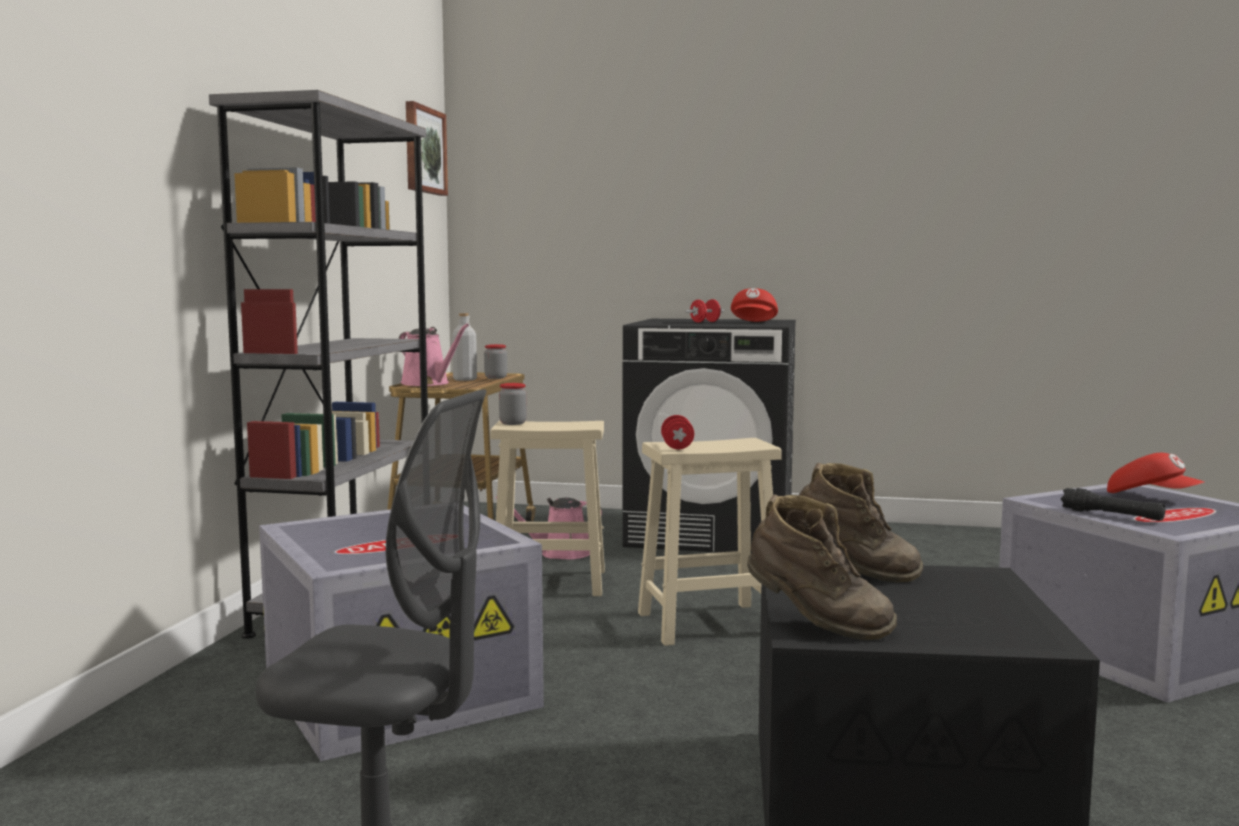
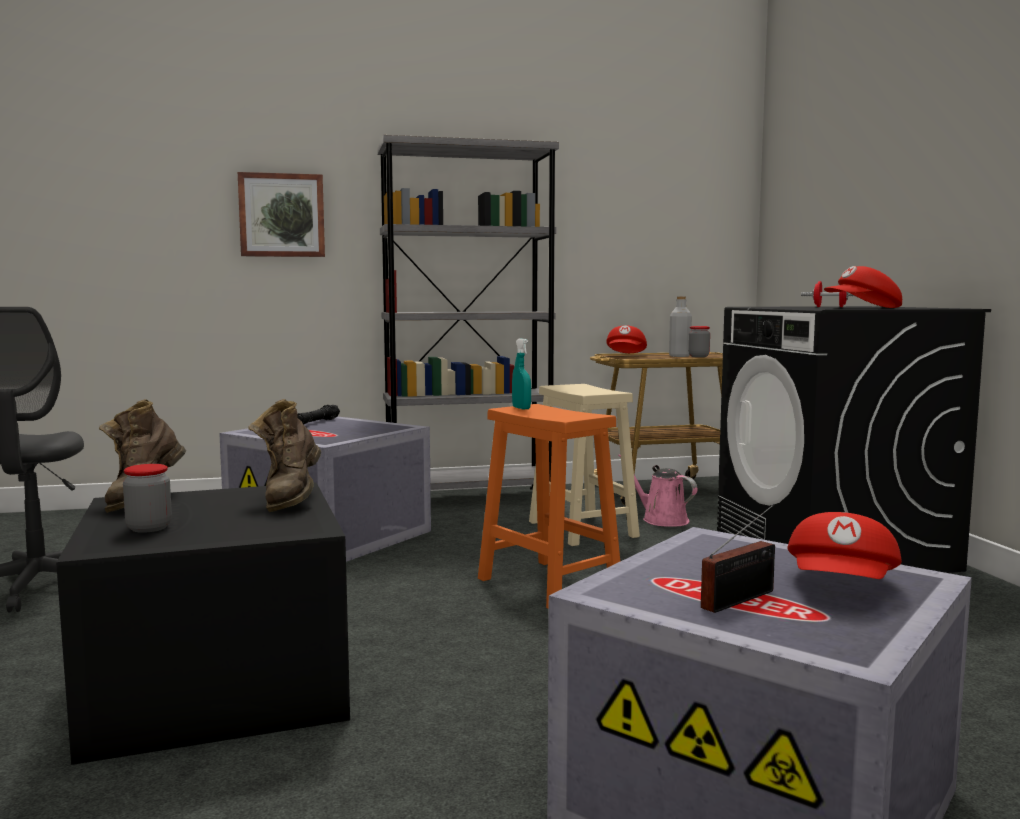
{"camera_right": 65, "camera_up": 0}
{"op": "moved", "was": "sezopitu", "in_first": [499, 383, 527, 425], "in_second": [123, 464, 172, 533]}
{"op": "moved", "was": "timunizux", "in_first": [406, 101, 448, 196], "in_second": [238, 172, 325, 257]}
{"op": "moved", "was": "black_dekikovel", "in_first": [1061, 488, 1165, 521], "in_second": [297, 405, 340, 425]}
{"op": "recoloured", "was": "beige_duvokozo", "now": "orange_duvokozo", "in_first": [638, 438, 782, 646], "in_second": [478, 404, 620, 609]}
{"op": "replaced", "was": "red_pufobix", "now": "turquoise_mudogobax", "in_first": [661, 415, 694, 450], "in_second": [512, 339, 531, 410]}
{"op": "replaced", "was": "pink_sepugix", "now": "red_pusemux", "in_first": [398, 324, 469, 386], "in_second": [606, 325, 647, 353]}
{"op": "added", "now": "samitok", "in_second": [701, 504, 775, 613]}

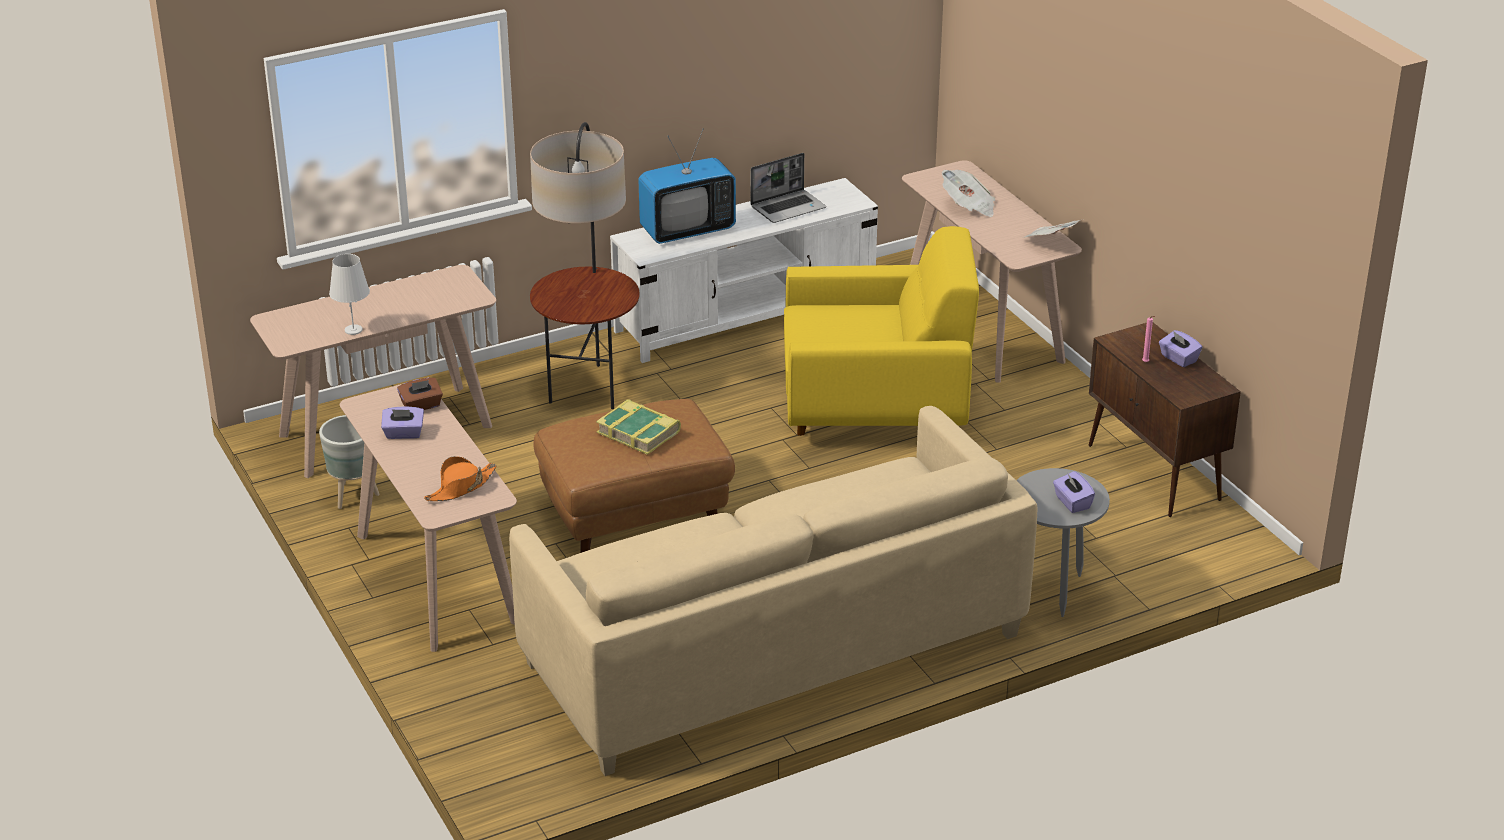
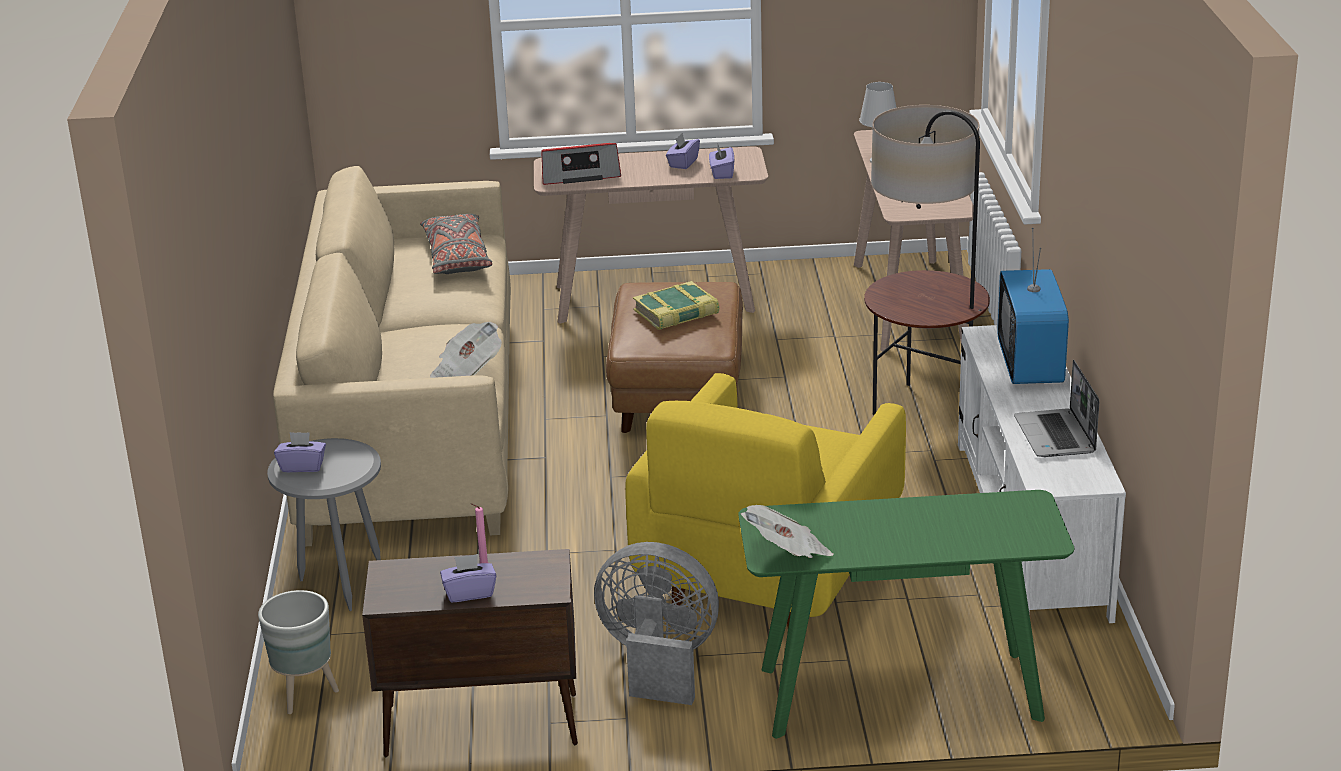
{"camera_right": 115, "camera_up": -5}
{"op": "moved", "was": "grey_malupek", "in_first": [319, 415, 380, 509], "in_second": [258, 590, 339, 714]}
{"op": "added", "now": "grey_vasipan", "in_second": [420, 214, 492, 274]}
{"op": "moved", "was": "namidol", "in_first": [942, 170, 995, 217], "in_second": [430, 322, 502, 378]}
{"op": "replaced", "was": "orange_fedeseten", "now": "samitok", "in_first": [424, 456, 497, 501], "in_second": [541, 143, 621, 185]}
{"op": "added", "now": "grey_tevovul", "in_second": [594, 542, 719, 705]}
{"op": "recoloured", "was": "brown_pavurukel", "now": "purple_pavurukel", "in_first": [397, 378, 443, 410], "in_second": [709, 145, 734, 179]}
{"op": "recoloured", "was": "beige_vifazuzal", "now": "green_vifazuzal", "in_first": [902, 160, 1082, 383], "in_second": [738, 490, 1074, 739]}

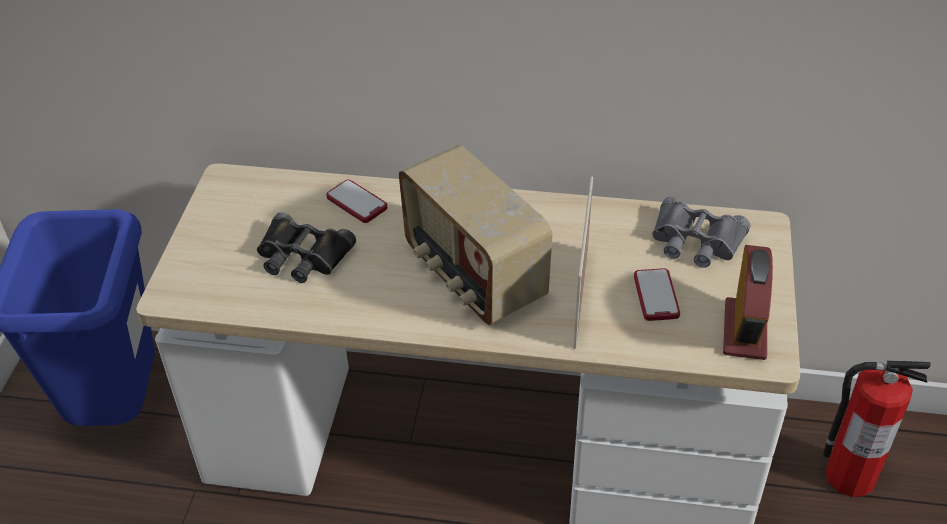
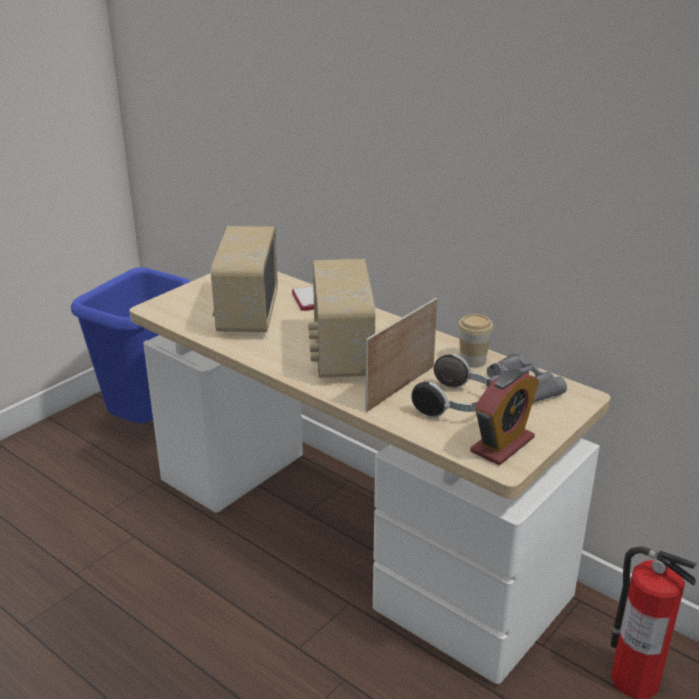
{"camera_right": 30, "camera_up": -15}
{"op": "replaced", "was": "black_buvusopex", "now": "samitok", "in_first": [257, 212, 356, 283], "in_second": [211, 226, 278, 333]}
{"op": "replaced", "was": "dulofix", "now": "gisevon", "in_first": [634, 268, 680, 321], "in_second": [411, 353, 493, 418]}
{"op": "added", "now": "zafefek", "in_second": [458, 314, 493, 368]}

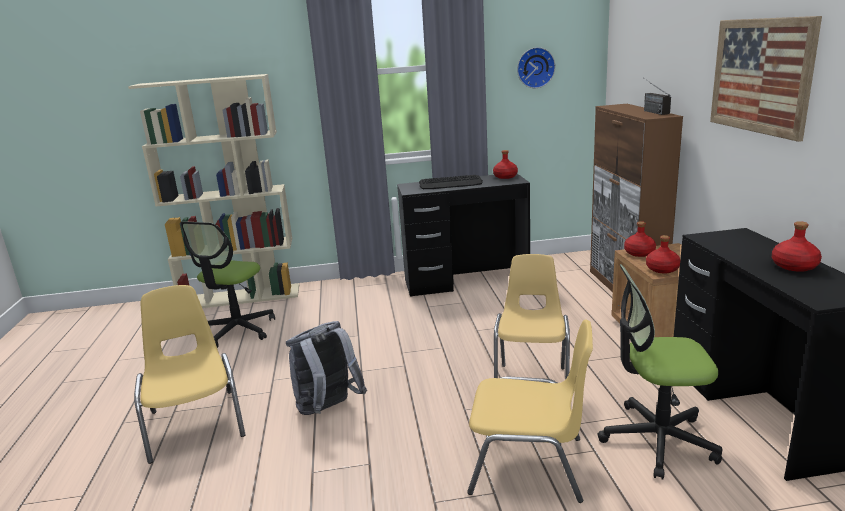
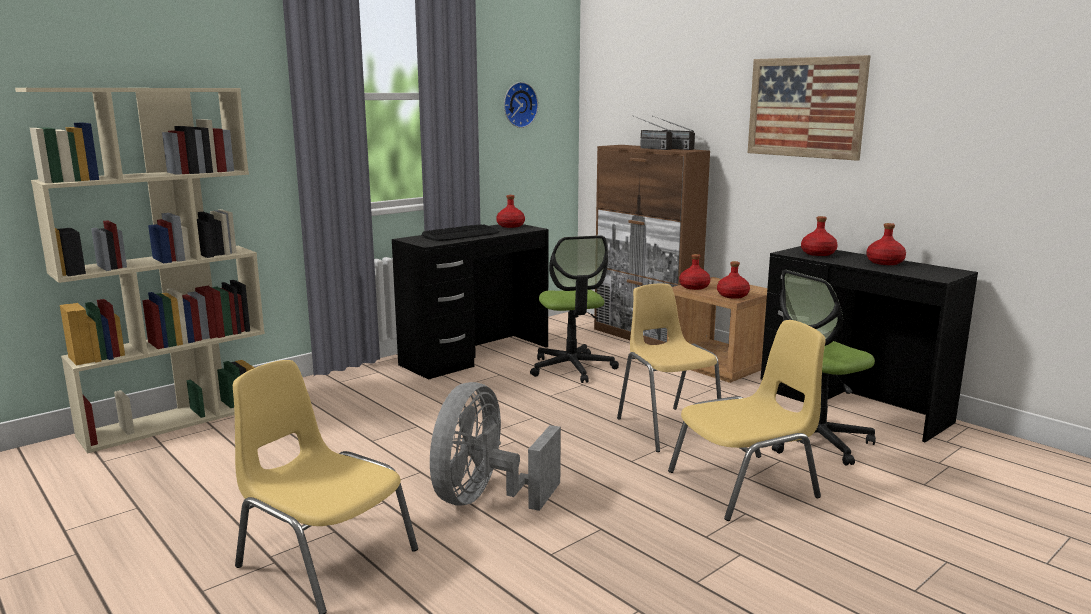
{"camera_right": -35, "camera_up": -5}
{"op": "replaced", "was": "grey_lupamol", "now": "grey_tevovul", "in_first": [286, 321, 367, 415], "in_second": [430, 382, 561, 511]}
{"op": "moved", "was": "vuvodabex", "in_first": [180, 221, 275, 348], "in_second": [530, 235, 619, 383]}
{"op": "added", "now": "samitok", "in_second": [634, 116, 673, 150]}
{"op": "added", "now": "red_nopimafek", "in_second": [801, 216, 838, 256]}

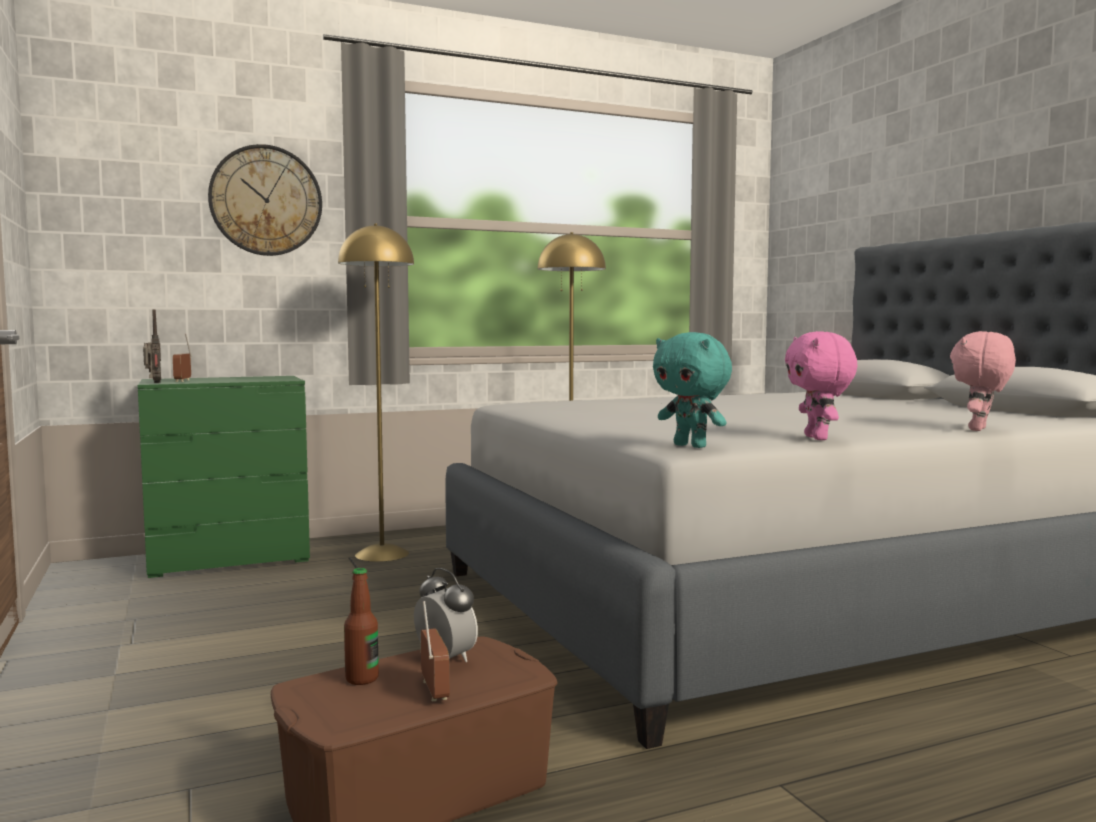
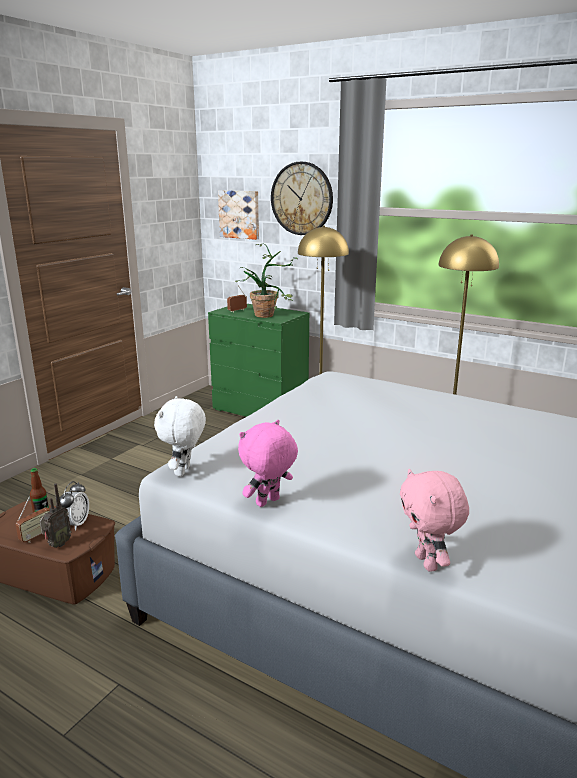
{"camera_right": 55, "camera_up": 15}
{"op": "moved", "was": "samitok", "in_first": [143, 309, 161, 383], "in_second": [40, 484, 71, 548]}
{"op": "recoloured", "was": "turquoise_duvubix", "now": "white_duvubix", "in_first": [653, 332, 732, 448], "in_second": [154, 396, 206, 477]}
{"op": "added", "now": "timunizux", "in_second": [218, 190, 259, 240]}
{"op": "added", "now": "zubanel", "in_second": [235, 243, 299, 318]}
{"op": "turned", "was": "pink_duvubix", "in_first": [950, 331, 1016, 431], "in_second": [400, 469, 469, 572], "clockwise": -105}

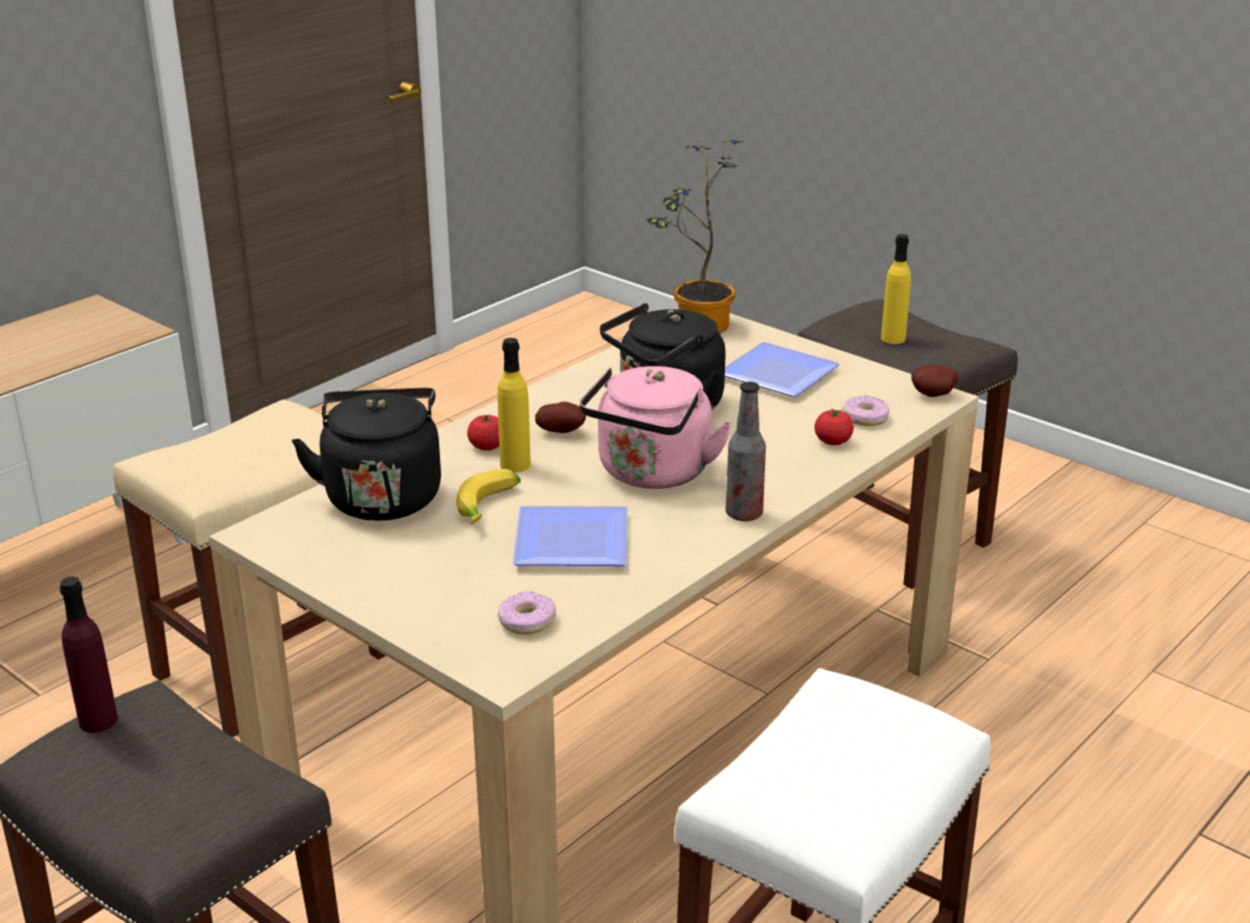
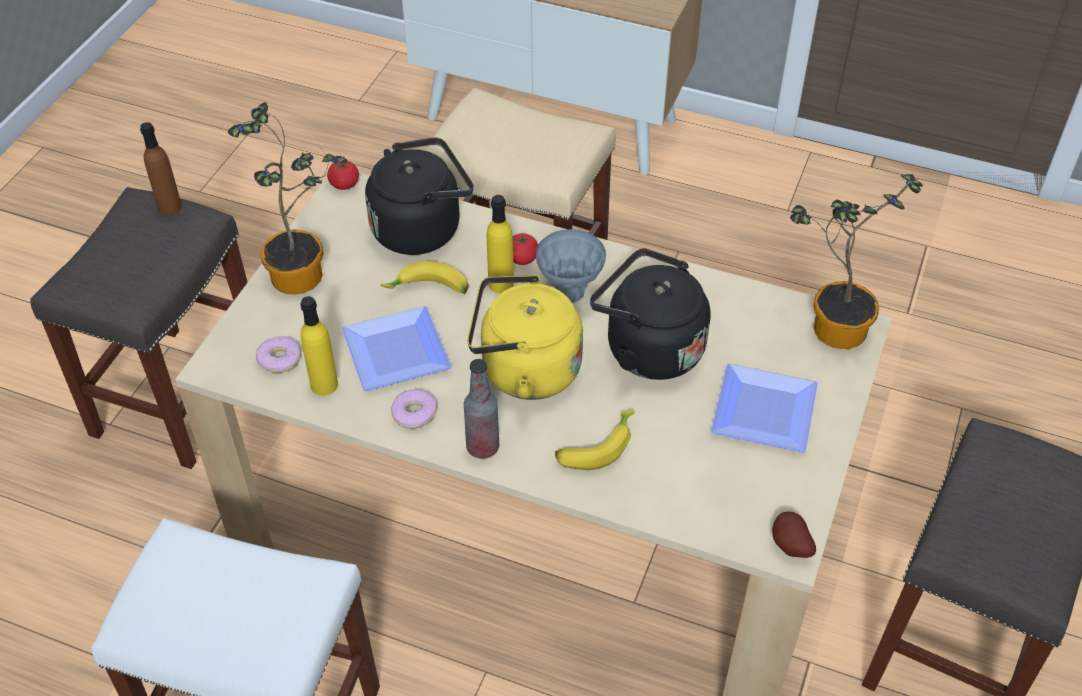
{"camera_right": 70, "camera_up": 20}
{"op": "recoloured", "was": "purple_nopimafek", "now": "brown_nopimafek", "in_first": [60, 577, 118, 733], "in_second": [140, 122, 182, 216]}
{"op": "added", "now": "zubanel", "in_second": [228, 102, 348, 295]}
{"op": "moved", "was": "yellow_nopimafek", "in_first": [881, 234, 911, 344], "in_second": [300, 296, 338, 396]}
{"op": "moved", "was": "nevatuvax", "in_first": [814, 409, 854, 445], "in_second": [327, 161, 359, 190]}
{"op": "moved", "was": "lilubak", "in_first": [843, 395, 890, 426], "in_second": [391, 389, 437, 429]}
{"op": "recoloured", "was": "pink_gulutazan", "now": "yellow_gulutazan", "in_first": [580, 366, 732, 489], "in_second": [468, 275, 583, 400]}
{"op": "replaced", "was": "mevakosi", "now": "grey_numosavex", "in_first": [535, 402, 586, 433], "in_second": [536, 229, 606, 303]}
{"op": "added", "now": "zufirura", "in_second": [555, 410, 635, 470]}

